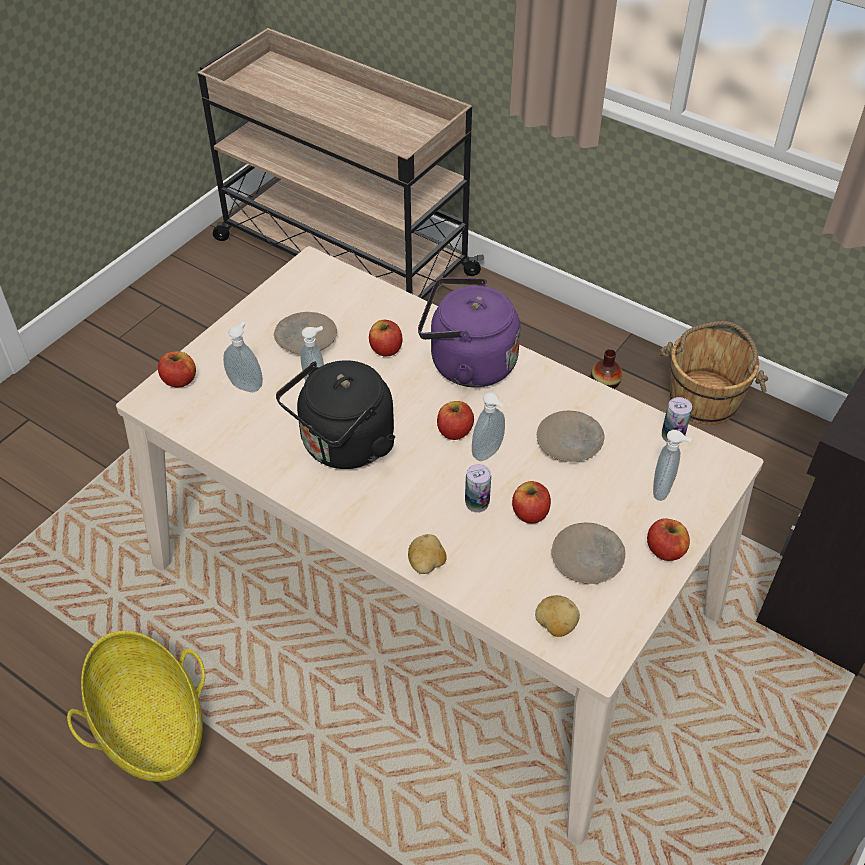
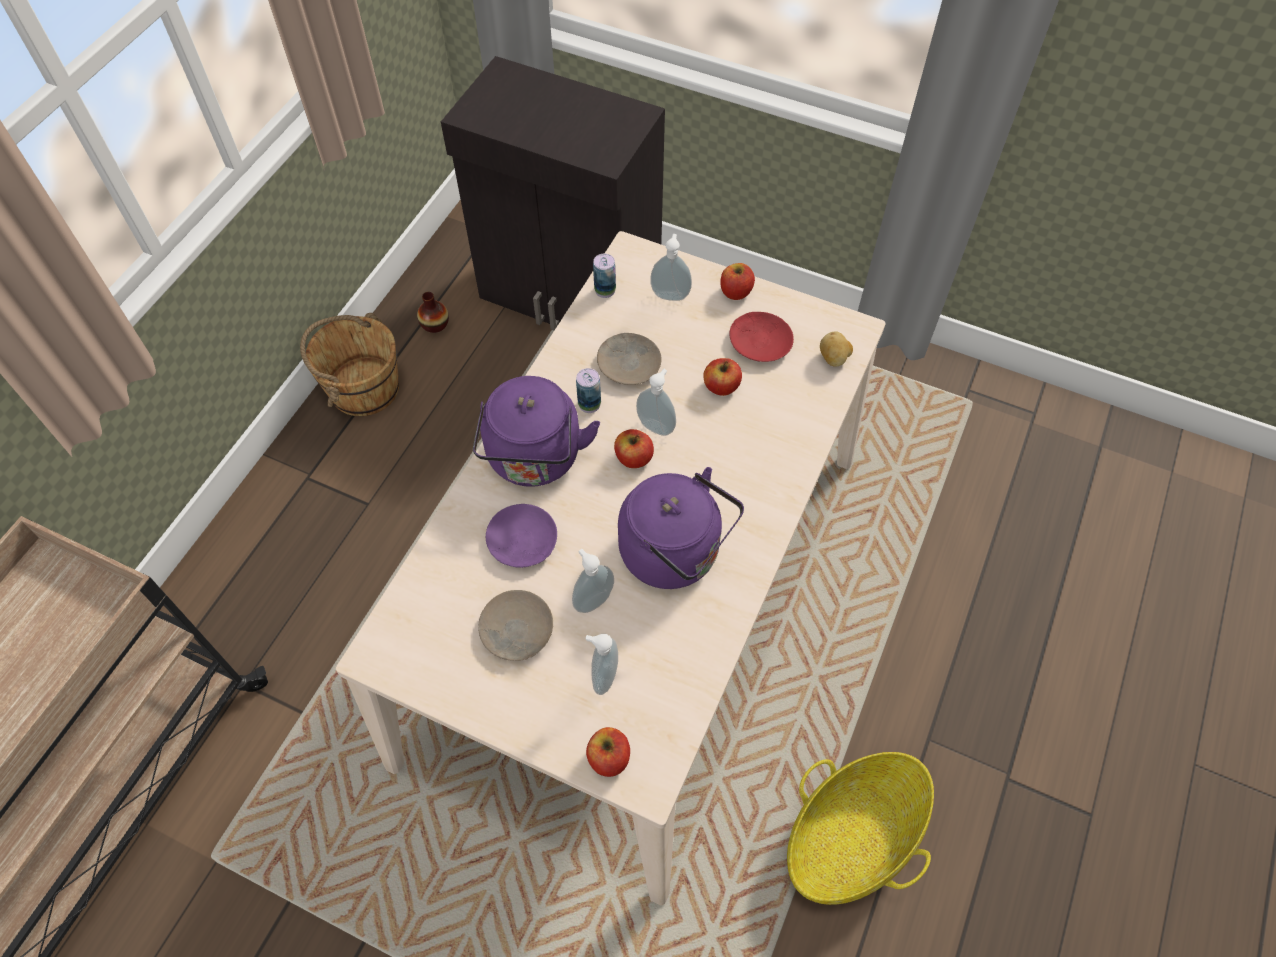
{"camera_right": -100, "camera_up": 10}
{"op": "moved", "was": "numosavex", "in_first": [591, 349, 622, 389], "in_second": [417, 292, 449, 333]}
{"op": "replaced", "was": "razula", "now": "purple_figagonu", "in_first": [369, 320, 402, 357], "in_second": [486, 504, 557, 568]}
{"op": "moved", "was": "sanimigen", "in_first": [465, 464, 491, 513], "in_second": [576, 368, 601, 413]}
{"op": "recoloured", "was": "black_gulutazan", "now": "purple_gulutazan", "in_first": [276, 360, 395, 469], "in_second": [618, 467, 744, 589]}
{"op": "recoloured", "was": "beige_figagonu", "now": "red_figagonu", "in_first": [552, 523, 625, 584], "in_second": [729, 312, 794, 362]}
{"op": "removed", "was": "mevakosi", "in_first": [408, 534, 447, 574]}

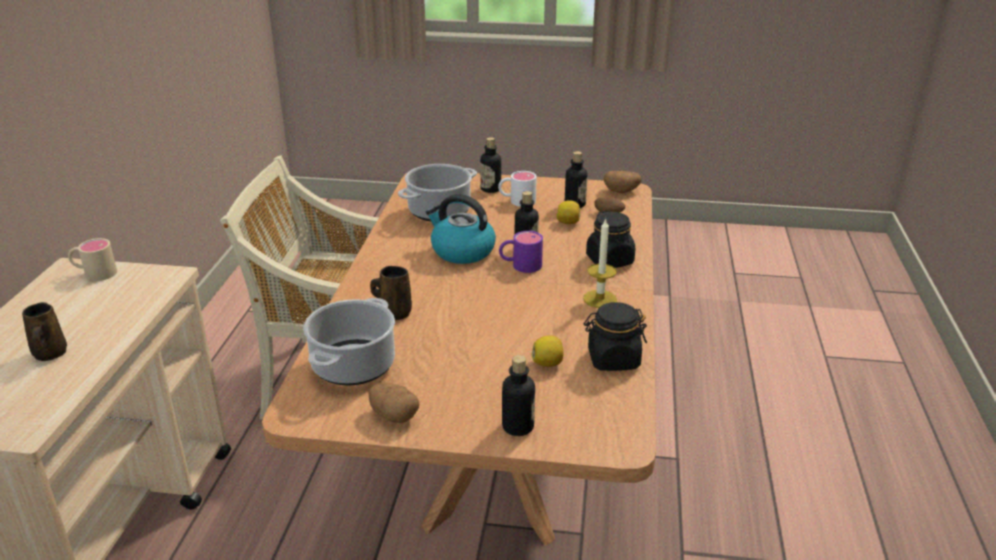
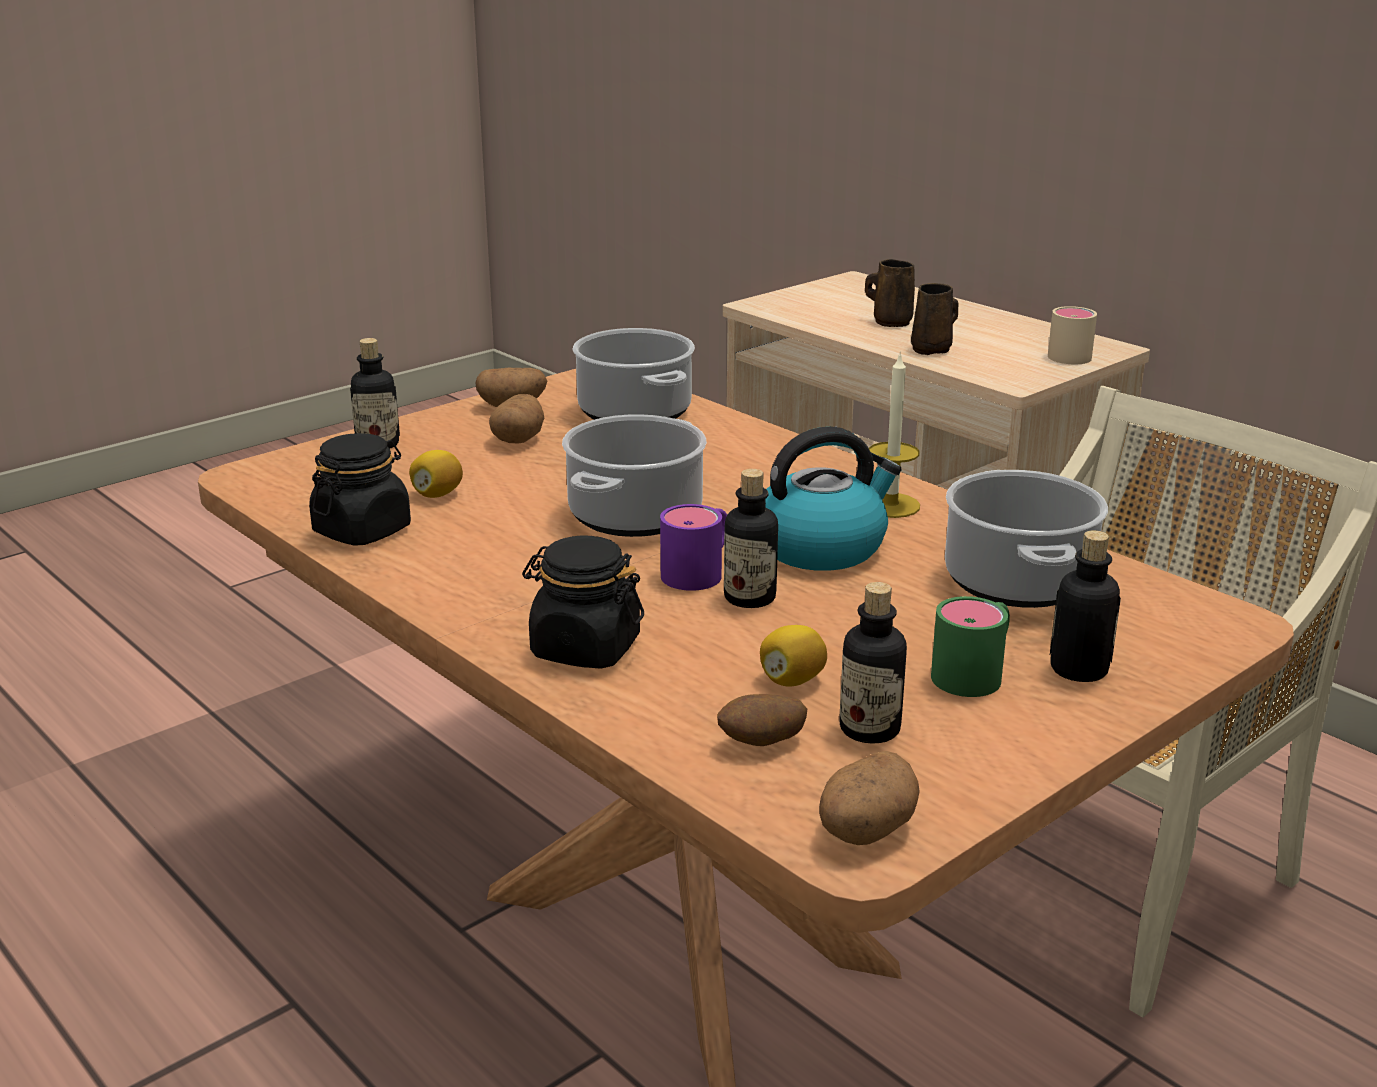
{"camera_right": 130, "camera_up": -5}
{"op": "added", "now": "mevakosi", "in_second": [489, 394, 544, 443]}
{"op": "added", "now": "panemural", "in_second": [562, 414, 707, 537]}
{"op": "moved", "was": "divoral", "in_first": [583, 218, 617, 308], "in_second": [869, 351, 920, 518]}
{"op": "moved", "was": "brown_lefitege", "in_first": [370, 266, 412, 320], "in_second": [911, 283, 959, 355]}
{"op": "recoloured", "was": "white_lefitege", "now": "green_lefitege", "in_first": [498, 171, 537, 207], "in_second": [931, 596, 1010, 697]}

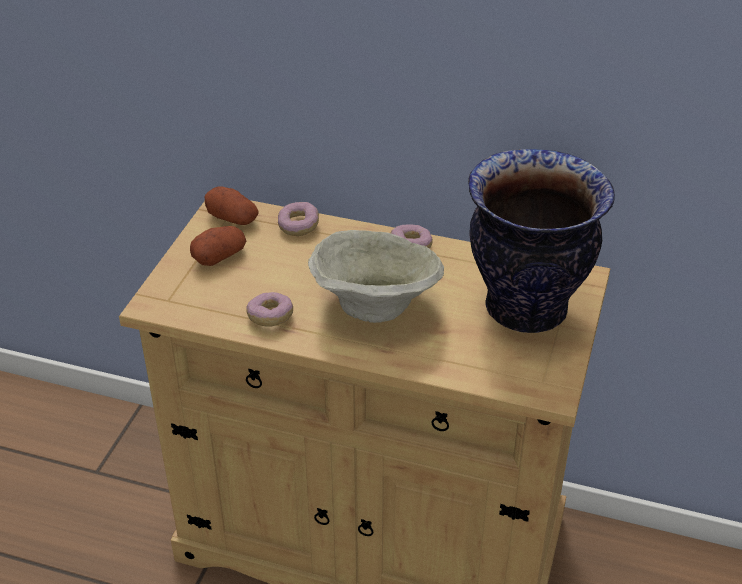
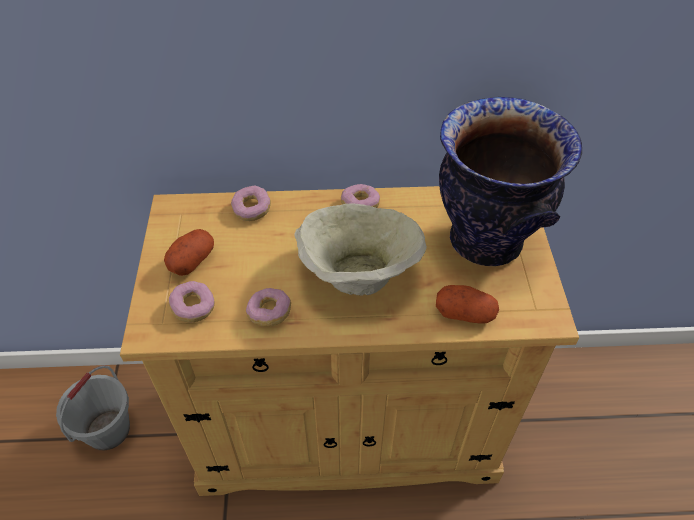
{"camera_right": -20, "camera_up": 10}
{"op": "added", "now": "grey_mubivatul", "in_second": [56, 365, 130, 450]}
{"op": "added", "now": "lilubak", "in_second": [169, 281, 215, 323]}
{"op": "moved", "was": "mevakosi", "in_first": [205, 186, 259, 225], "in_second": [436, 285, 499, 323]}

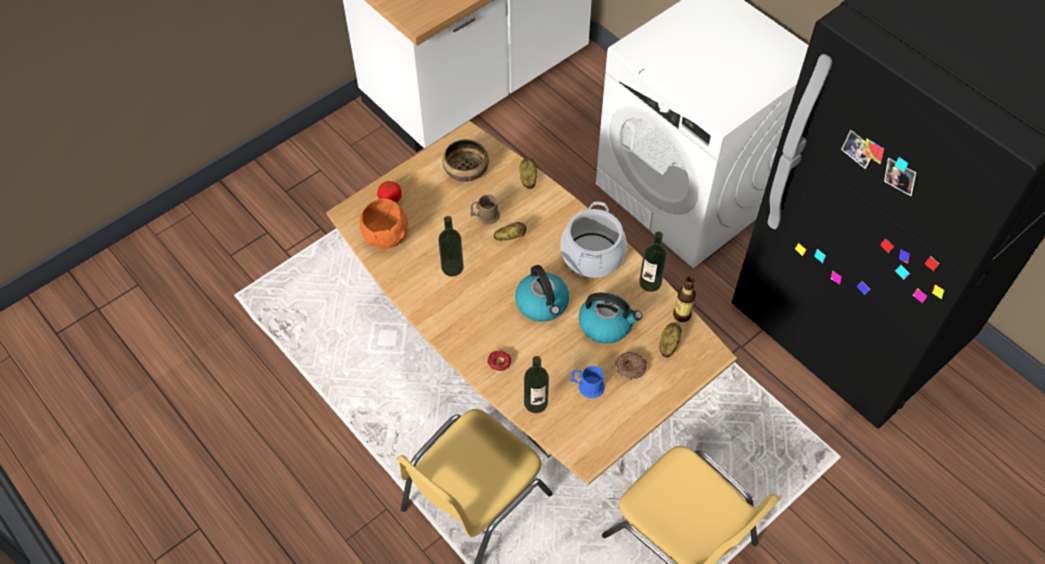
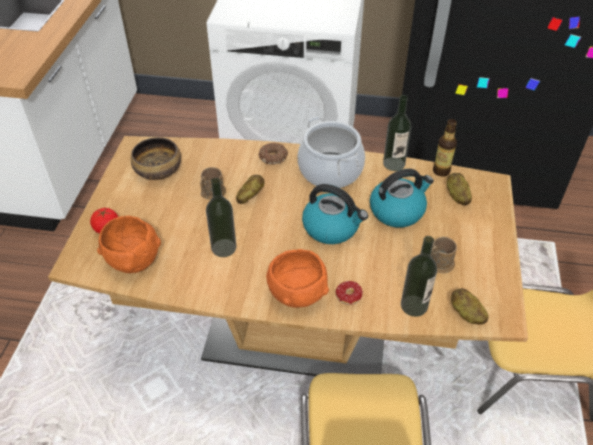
{"camera_right": -40, "camera_up": -10}
{"op": "moved", "was": "lilubak", "in_first": [616, 352, 647, 380], "in_second": [259, 143, 288, 164]}
{"op": "added", "now": "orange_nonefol", "in_second": [266, 249, 329, 308]}
{"op": "recoloured", "was": "blue_lefitege", "now": "brown_lefitege", "in_first": [571, 366, 604, 398], "in_second": [431, 237, 457, 273]}
{"op": "moved", "was": "mevakosi", "in_first": [520, 158, 537, 189], "in_second": [451, 288, 488, 325]}

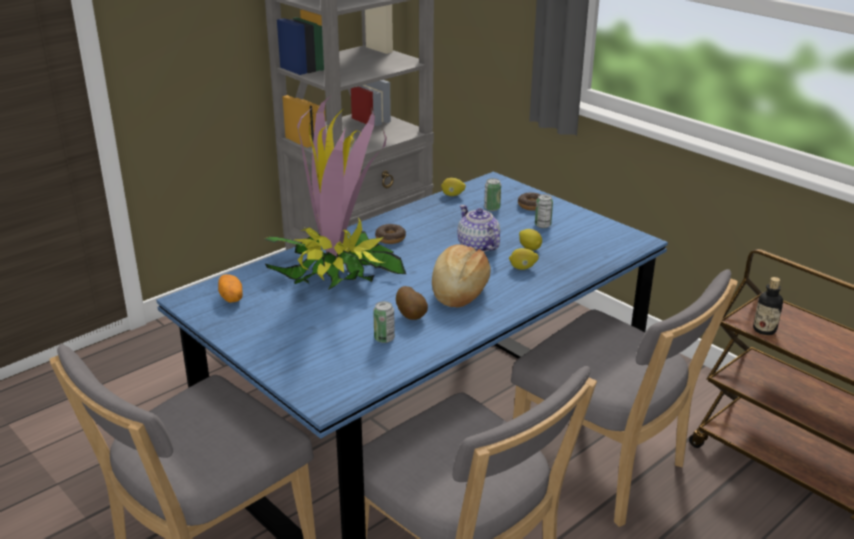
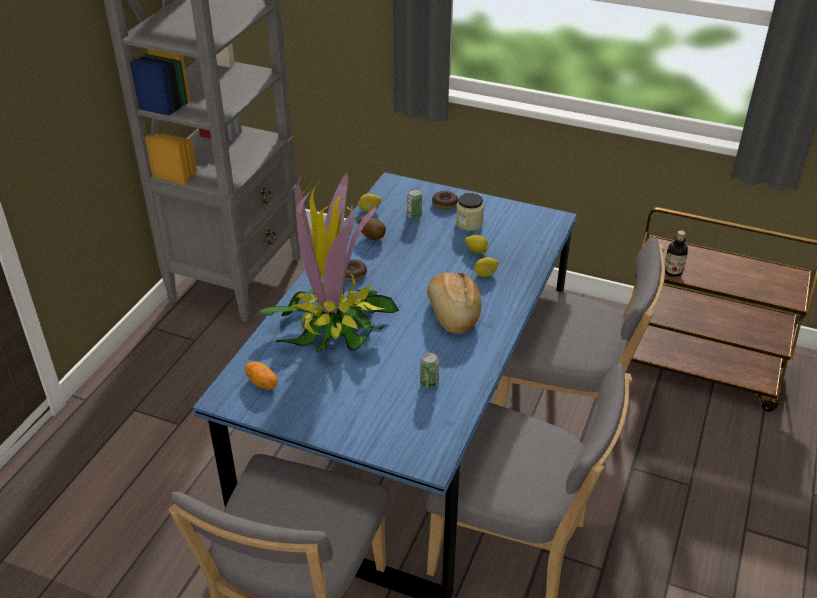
{"camera_right": -25, "camera_up": 10}
{"op": "moved", "was": "mevakosi", "in_first": [396, 286, 428, 320], "in_second": [358, 215, 386, 240]}
{"op": "replaced", "was": "sanimigen", "now": "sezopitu", "in_first": [535, 194, 553, 228], "in_second": [456, 193, 484, 231]}
{"op": "removed", "was": "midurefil", "in_first": [457, 205, 500, 252]}

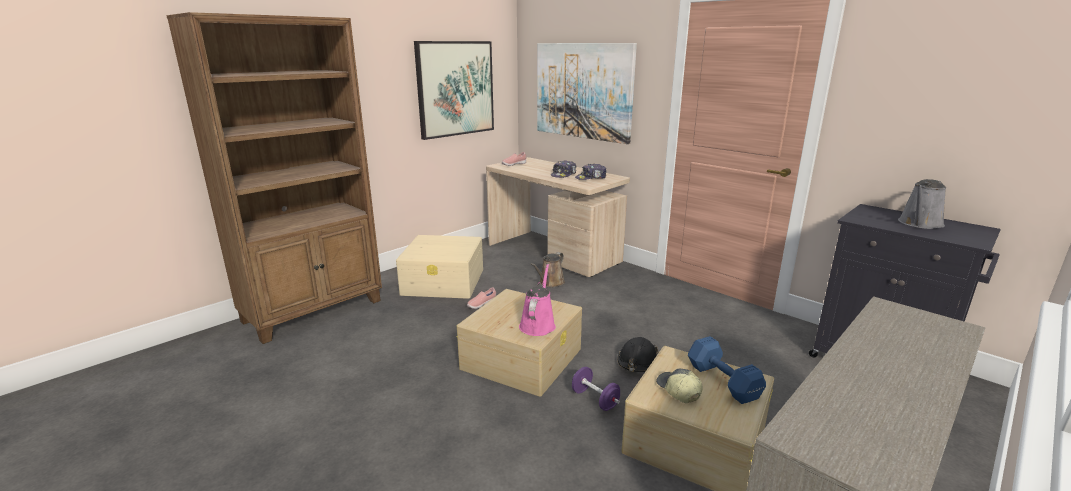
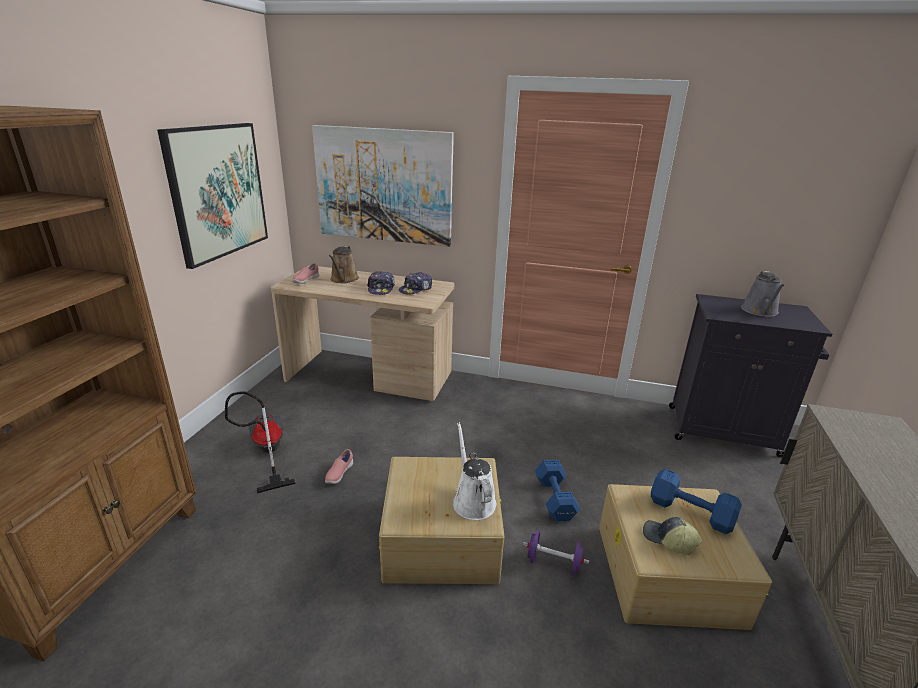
{"camera_right": -30, "camera_up": 5}
{"op": "replaced", "was": "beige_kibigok", "now": "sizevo", "in_first": [396, 235, 483, 299], "in_second": [225, 391, 296, 493]}
{"op": "moved", "was": "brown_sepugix", "in_first": [531, 252, 565, 287], "in_second": [329, 246, 359, 283]}
{"op": "recoloured", "was": "pink_sepugix", "now": "white_sepugix", "in_first": [519, 264, 556, 336], "in_second": [453, 422, 496, 520]}
{"op": "replaced", "was": "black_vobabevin", "now": "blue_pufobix", "in_first": [617, 337, 658, 372], "in_second": [535, 460, 580, 521]}

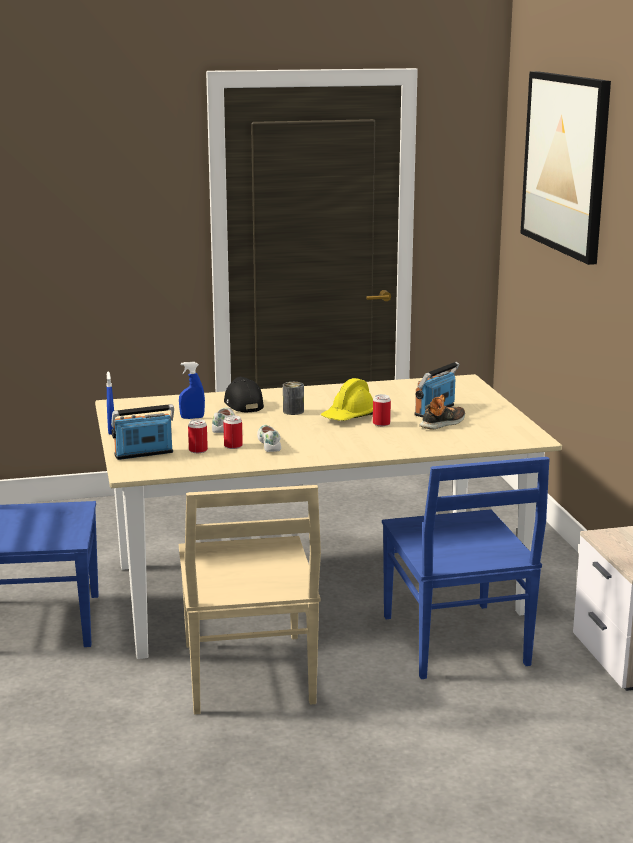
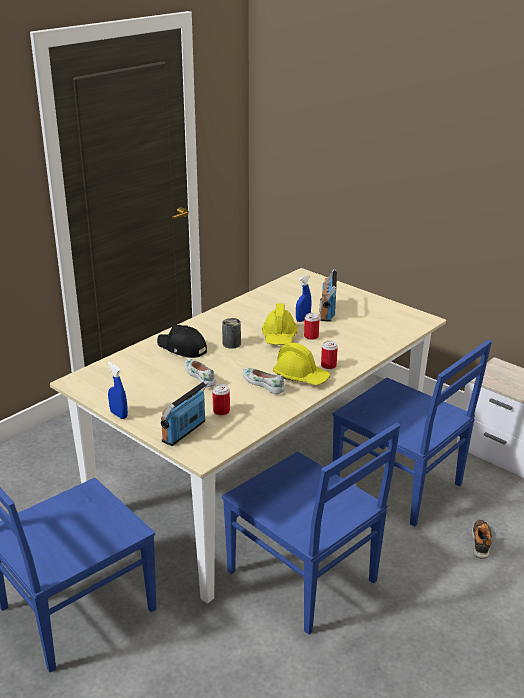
{"camera_right": -35, "camera_up": 10}
{"op": "recoloured", "was": "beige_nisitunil", "now": "blue_nisitunil", "in_first": [179, 485, 321, 715], "in_second": [222, 423, 400, 635]}
{"op": "added", "now": "yellow_vobabevin", "in_second": [273, 343, 330, 385]}
{"op": "moved", "was": "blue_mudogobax", "in_first": [179, 362, 205, 419], "in_second": [296, 275, 312, 322]}
{"op": "moved", "was": "sanimigen", "in_first": [223, 415, 243, 449], "in_second": [321, 341, 338, 369]}
{"op": "moved", "was": "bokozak", "in_first": [419, 394, 465, 430], "in_second": [472, 519, 492, 559]}
{"op": "removed", "was": "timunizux", "in_first": [520, 71, 611, 265]}

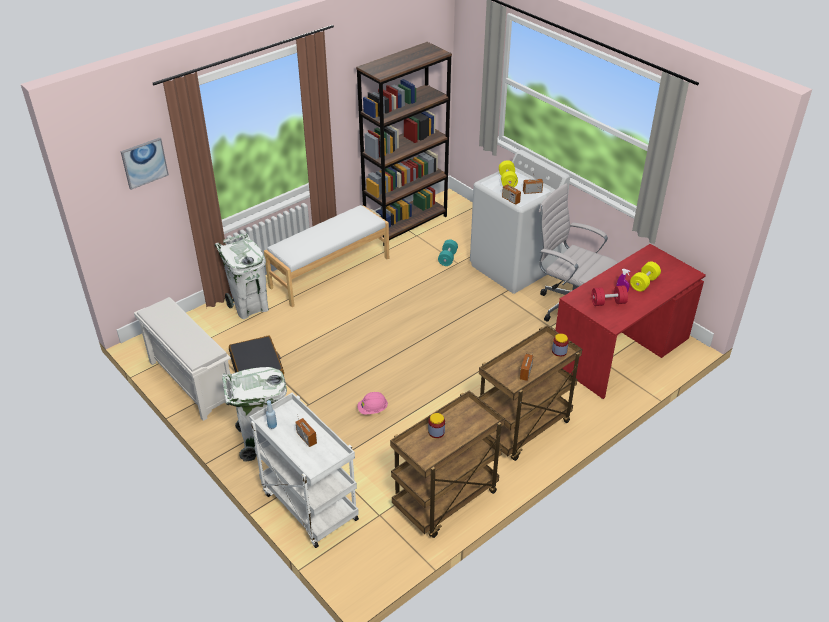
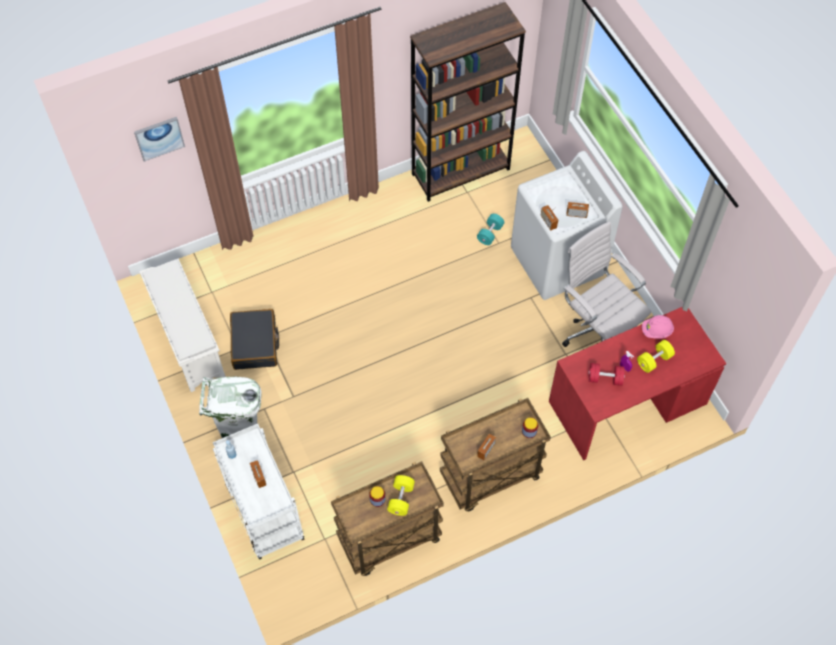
{"camera_right": 15, "camera_up": 20}
{"op": "moved", "was": "yellow_pufobix", "in_first": [499, 160, 518, 187], "in_second": [387, 475, 415, 516]}
{"op": "moved", "was": "pink_vobabevin", "in_first": [357, 392, 388, 415], "in_second": [642, 315, 674, 339]}
{"op": "removed", "was": "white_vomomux", "in_first": [215, 233, 269, 319]}
{"op": "removed", "was": "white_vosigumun", "in_first": [264, 205, 389, 307]}

